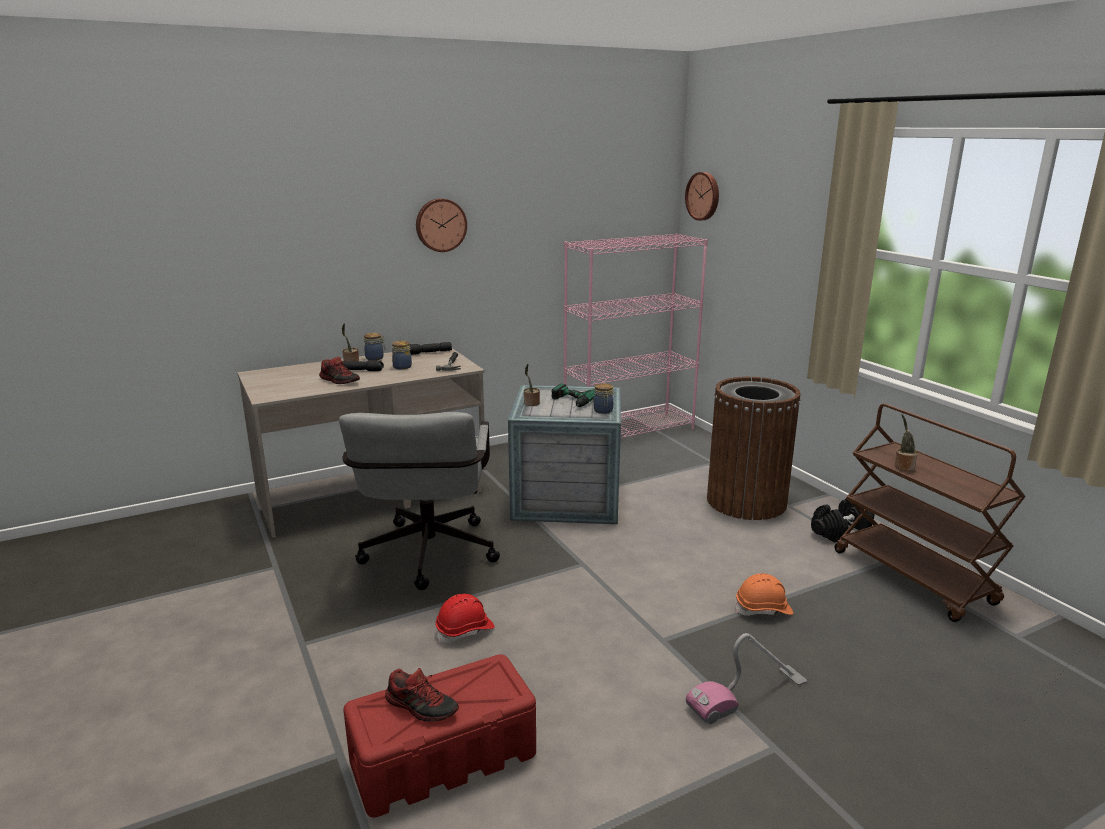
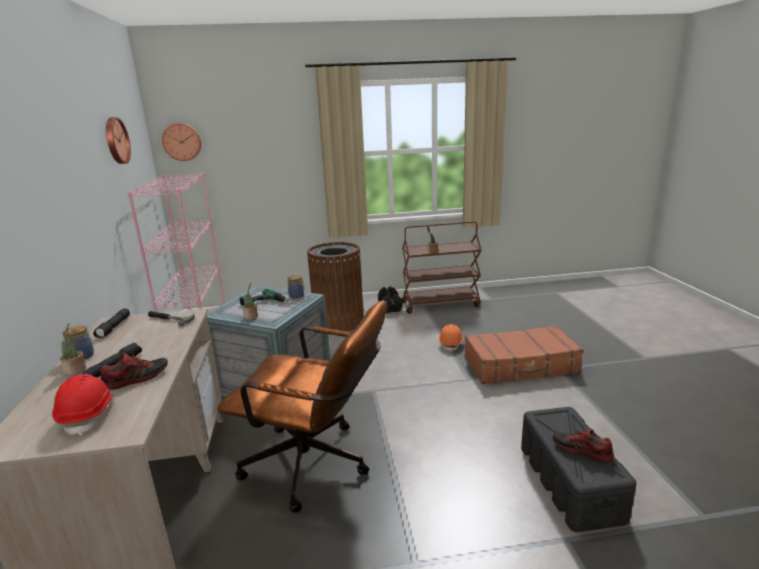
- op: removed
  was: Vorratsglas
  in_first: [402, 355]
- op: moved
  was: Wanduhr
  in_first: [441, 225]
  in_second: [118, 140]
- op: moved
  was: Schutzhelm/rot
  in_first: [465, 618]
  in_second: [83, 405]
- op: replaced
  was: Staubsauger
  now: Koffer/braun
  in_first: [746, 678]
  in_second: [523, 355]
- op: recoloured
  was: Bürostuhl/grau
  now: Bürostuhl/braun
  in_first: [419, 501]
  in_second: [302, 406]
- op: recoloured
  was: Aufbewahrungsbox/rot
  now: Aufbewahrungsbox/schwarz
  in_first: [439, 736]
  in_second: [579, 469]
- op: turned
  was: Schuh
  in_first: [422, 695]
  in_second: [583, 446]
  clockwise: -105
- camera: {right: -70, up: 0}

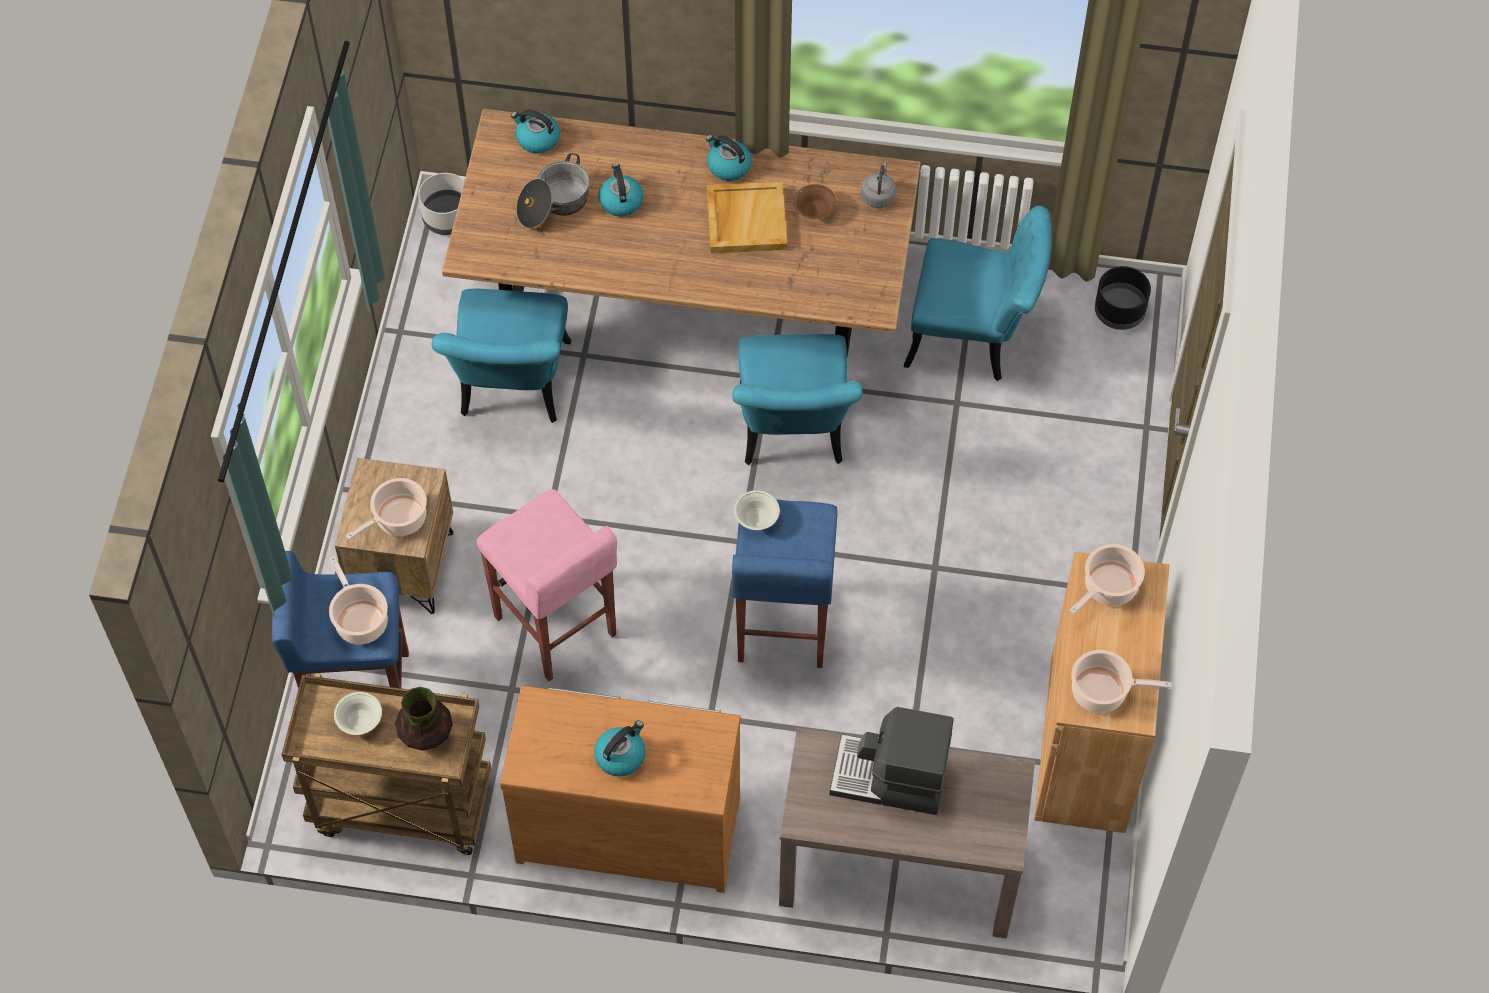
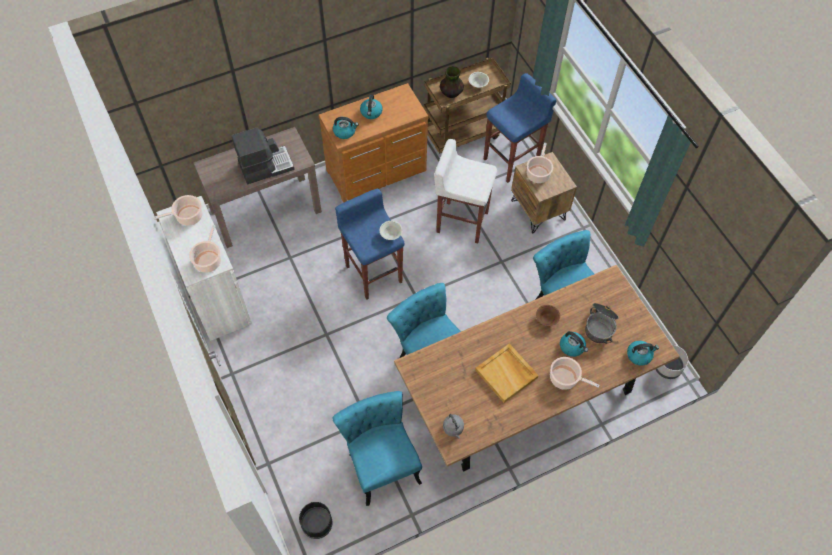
- op: moved
  was: Kochtopf
  in_first: [358, 600]
  in_second: [575, 373]
- op: moved
  was: Wasserkessel
  in_first: [729, 158]
  in_second: [346, 128]
- op: moved
  was: Schüssel/braun
  in_first: [815, 201]
  in_second: [548, 315]
- op: recoloured
  was: Hocker/rosa
  now: Hocker/weiß
  in_first: [546, 585]
  in_second: [465, 191]
- op: recoloured
  was: Schrank/braun
  now: Schrank/weiß
  in_first: [1102, 692]
  in_second: [204, 268]
- op: turned
  was: Stuhl/türkis
  in_first: [978, 293]
  in_second: [377, 448]
  clockwise: 90
- camera: {right: 145, up: 0}

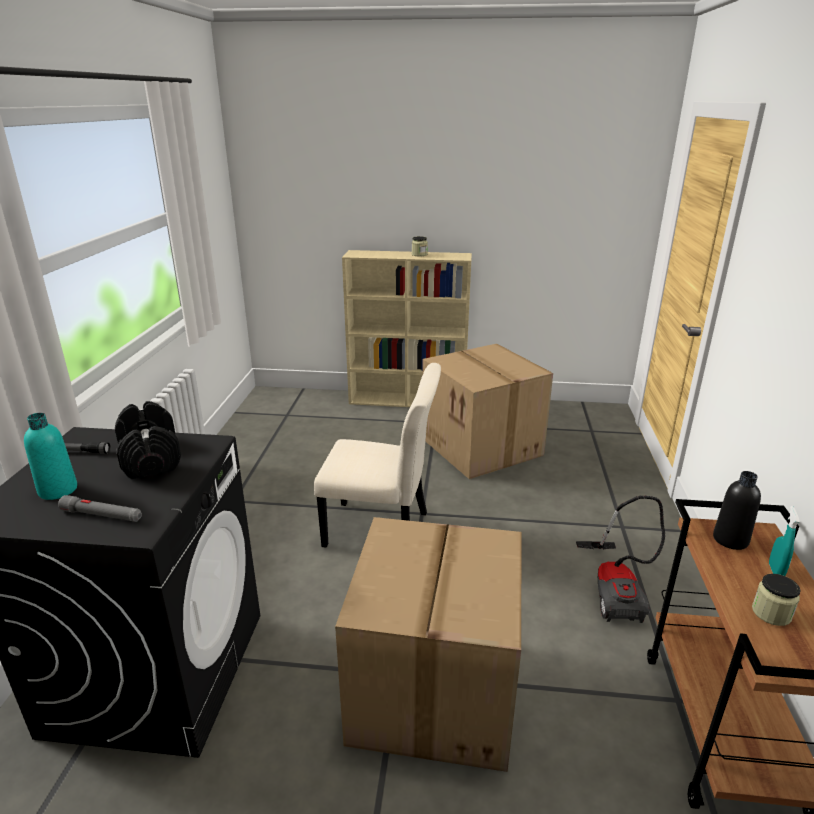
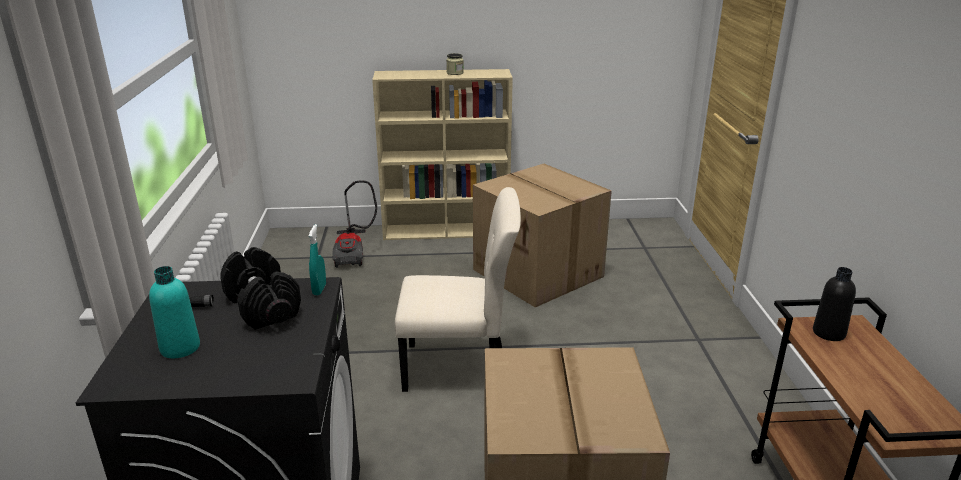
- op: removed
  was: Taschenlampe/grau
  in_first: [100, 508]
- op: removed
  was: Vorratsglas
  in_first: [776, 600]
- op: moved
  was: Staubsauger
  in_first: [620, 559]
  in_second: [354, 224]
- op: moved
  was: Sprühflasche/türkis
  in_first: [784, 541]
  in_second: [317, 259]
- camera: {right: -10, up: 0}

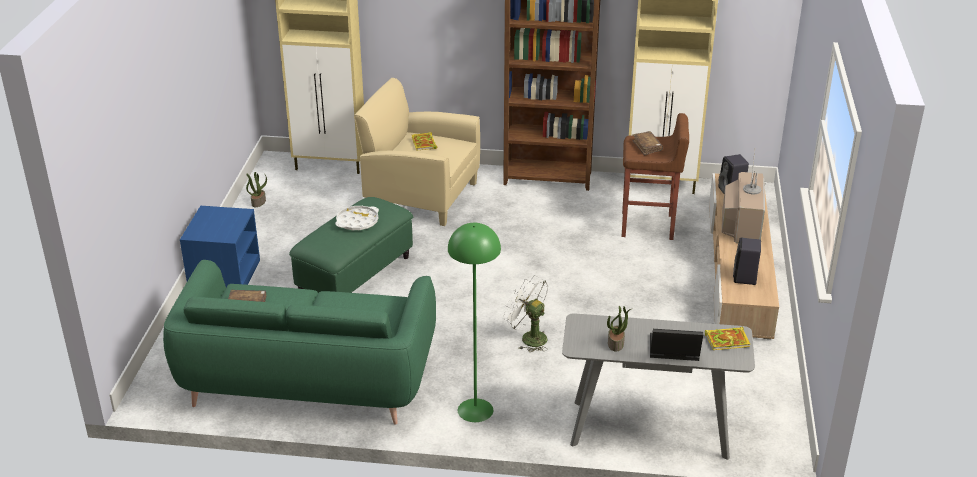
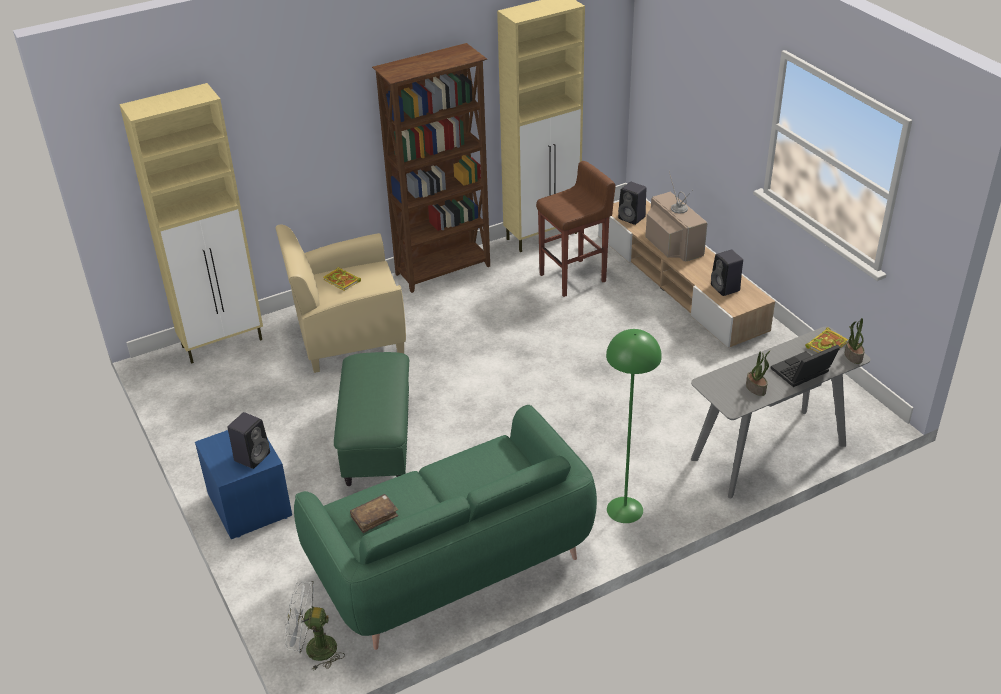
- op: removed
  was: Tablett/weiß
  in_first: [357, 218]
- op: removed
  was: Buch/braun
  in_first: [647, 143]
- op: added
  now: Lautsprecher/schwarz
  in_second: [249, 440]
- op: moved
  was: Topfpflanze
  in_first: [256, 189]
  in_second: [855, 341]
- op: moved
  was: Ventilator/weiß
  in_first: [525, 313]
  in_second: [315, 626]
- camera: {right: -35, up: 5}

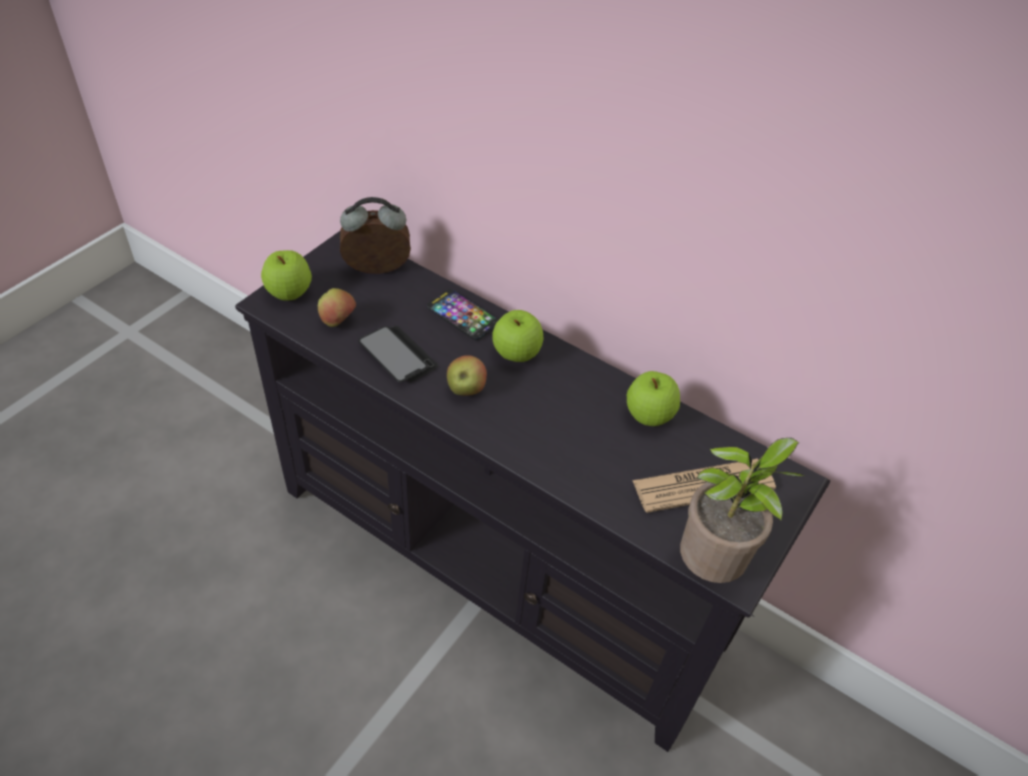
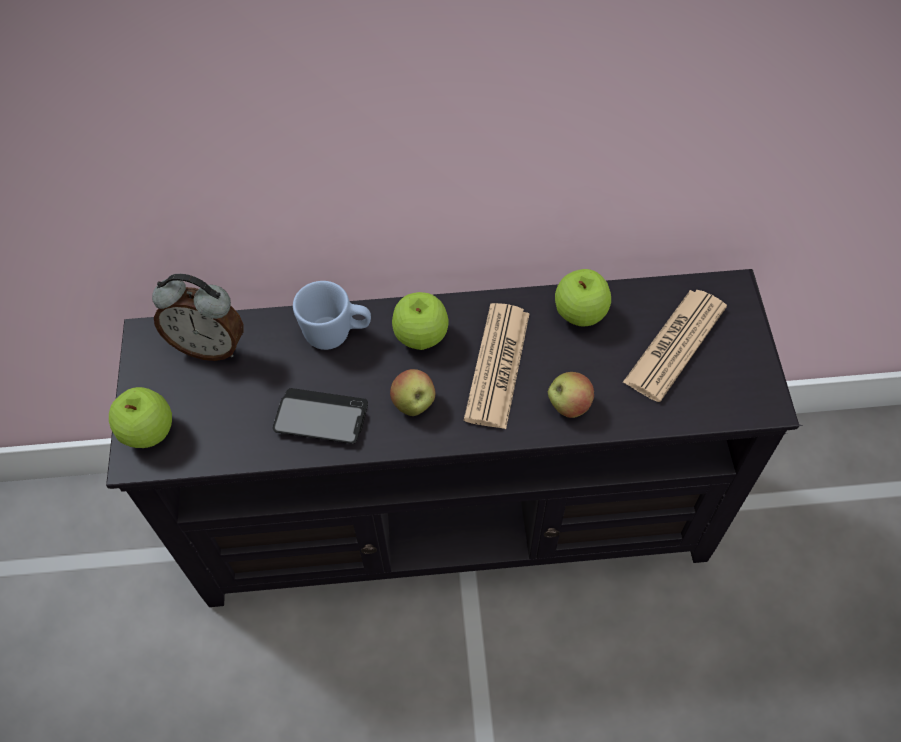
- op: removed
  was: Topfpflanze
  in_first: [742, 510]
- op: added
  now: Zeitung
  in_second: [497, 366]
- op: moved
  was: Apfel
  in_first: [337, 307]
  in_second: [571, 395]
- op: replaced
  was: Handy
  now: Henkelbecher/blau
  in_first: [462, 314]
  in_second: [332, 315]
- op: turned
  was: Wecker
  in_first: [375, 235]
  in_second: [198, 317]
  clockwise: -120
- camera: {right: -35, up: 10}

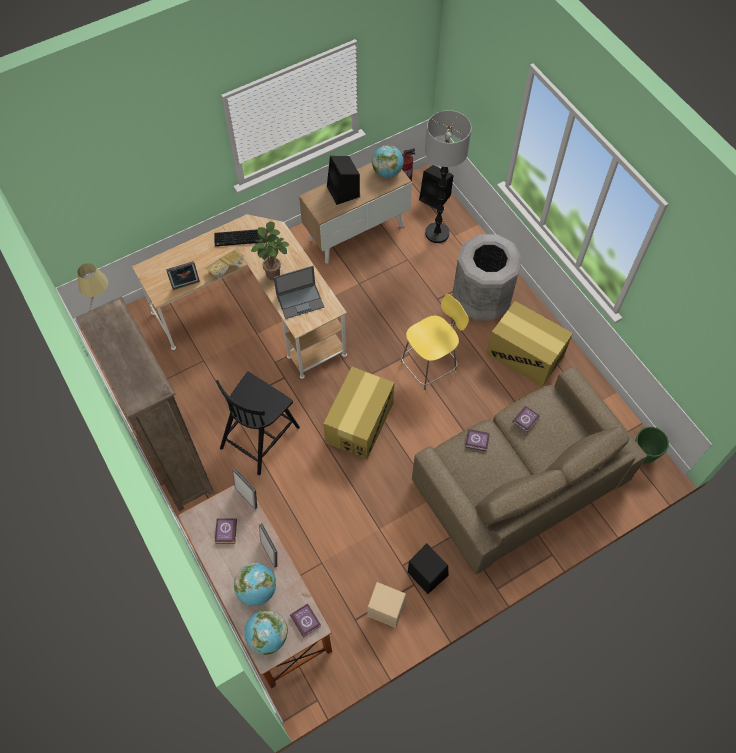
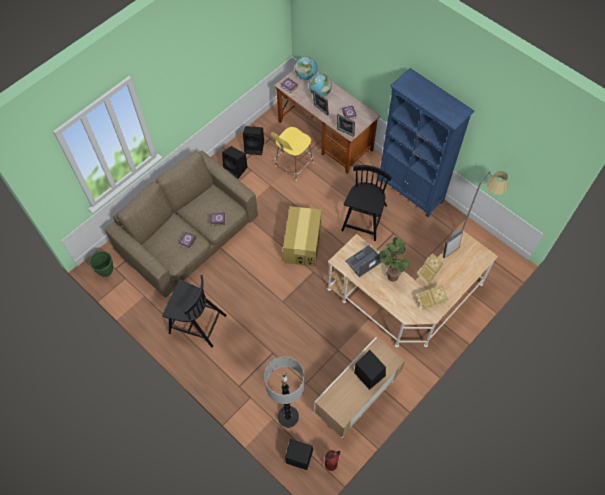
- op: removed
  was: Globus
  in_first: [387, 161]
- op: removed
  was: Mülleimer/grau
  in_first: [487, 277]
- op: moved
  was: Hocker/gelb
  in_first: [434, 343]
  in_second: [292, 154]
- op: replaced
  was: Tastatur
  now: Buch
  in_first: [241, 238]
  in_second: [432, 297]
- op: replaced
  was: Karton
  now: Stuhl/schwarz
  in_first: [530, 344]
  in_second: [194, 311]
- op: recoloured
  was: Bücherregal/braun
  now: Bücherregal/blau
  in_first: [145, 404]
  in_second: [426, 142]
- op: recoloured
  was: Lautsprecher/beige
  now: Lautsprecher/schwarz
  in_first: [387, 605]
  in_second: [253, 140]
- camera: {right: 165, up: 0}

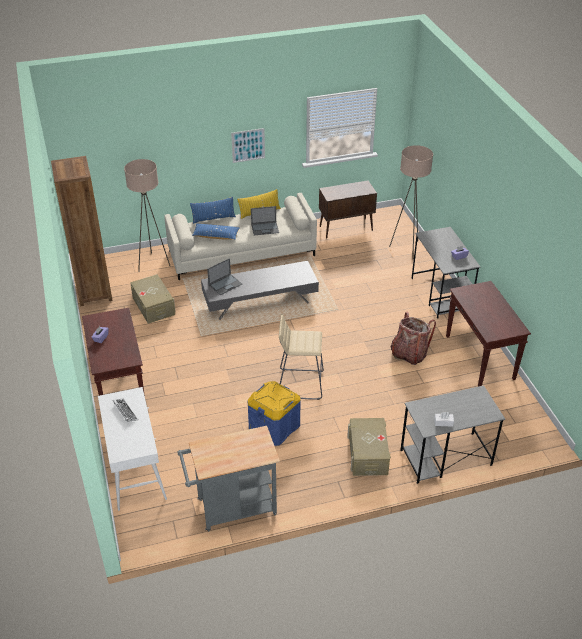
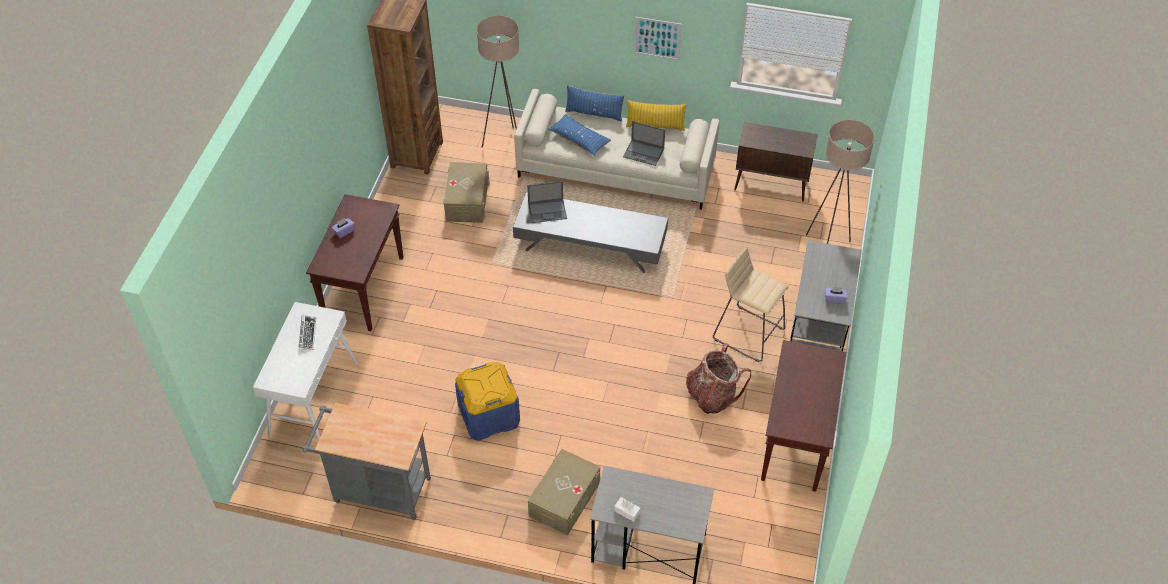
- op: moved
  was: Hocker/beige
  in_first: [301, 357]
  in_second: [751, 304]
- camera: {right: 30, up: 10}

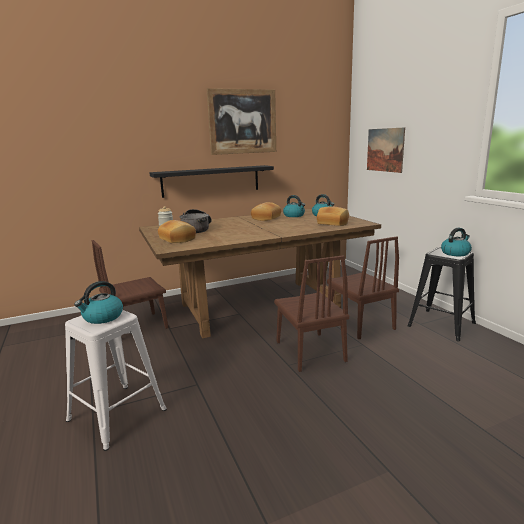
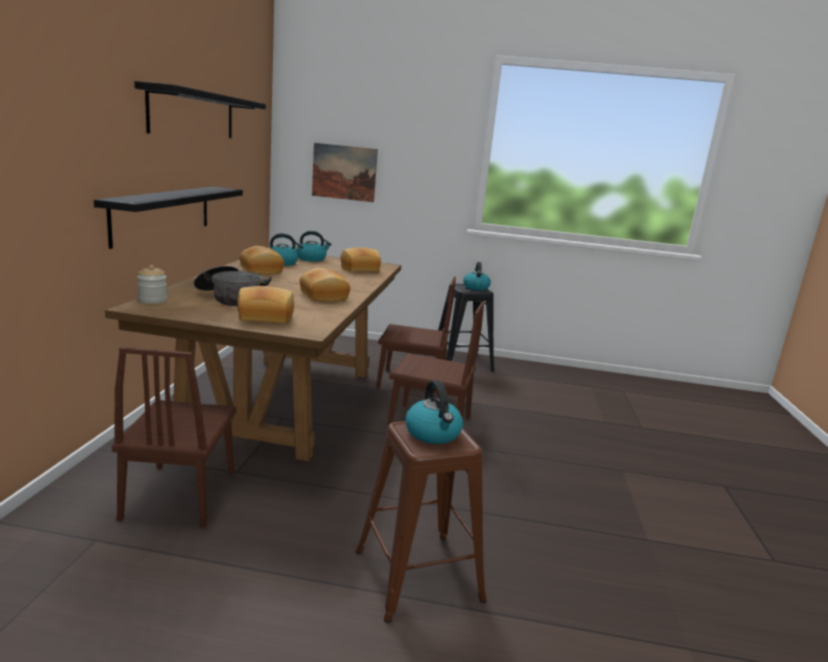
- op: added
  now: Brot
  in_second: [325, 285]
- op: replaced
  was: Bild
  now: Wandregal/schwarz
  in_first: [241, 121]
  in_second: [200, 109]
- op: recoloured
  was: Hocker/weiß
  now: Hocker/braun
  in_first: [116, 380]
  in_second: [421, 522]
- camera: {right: -60, up: 0}

